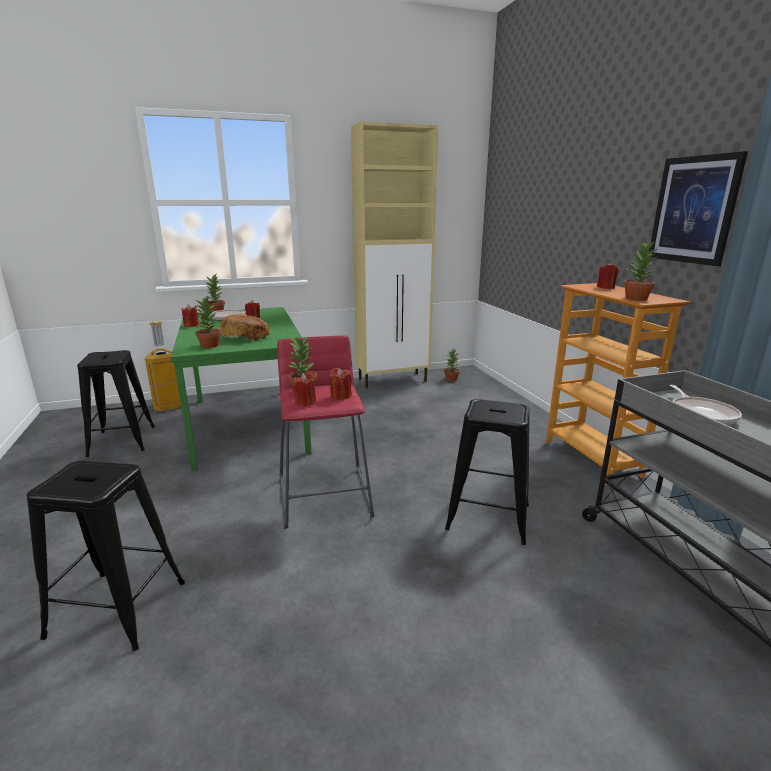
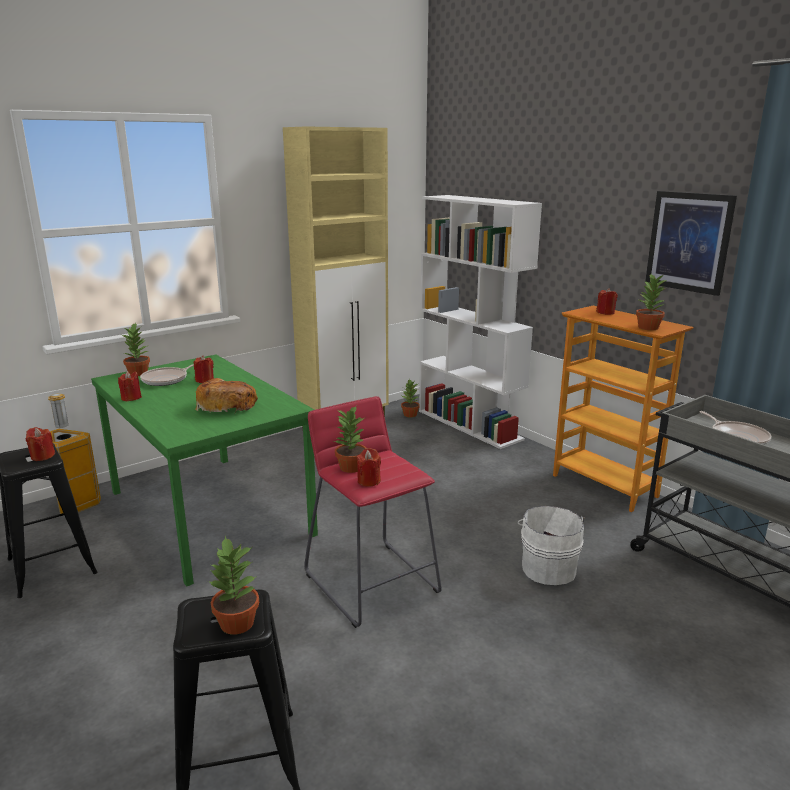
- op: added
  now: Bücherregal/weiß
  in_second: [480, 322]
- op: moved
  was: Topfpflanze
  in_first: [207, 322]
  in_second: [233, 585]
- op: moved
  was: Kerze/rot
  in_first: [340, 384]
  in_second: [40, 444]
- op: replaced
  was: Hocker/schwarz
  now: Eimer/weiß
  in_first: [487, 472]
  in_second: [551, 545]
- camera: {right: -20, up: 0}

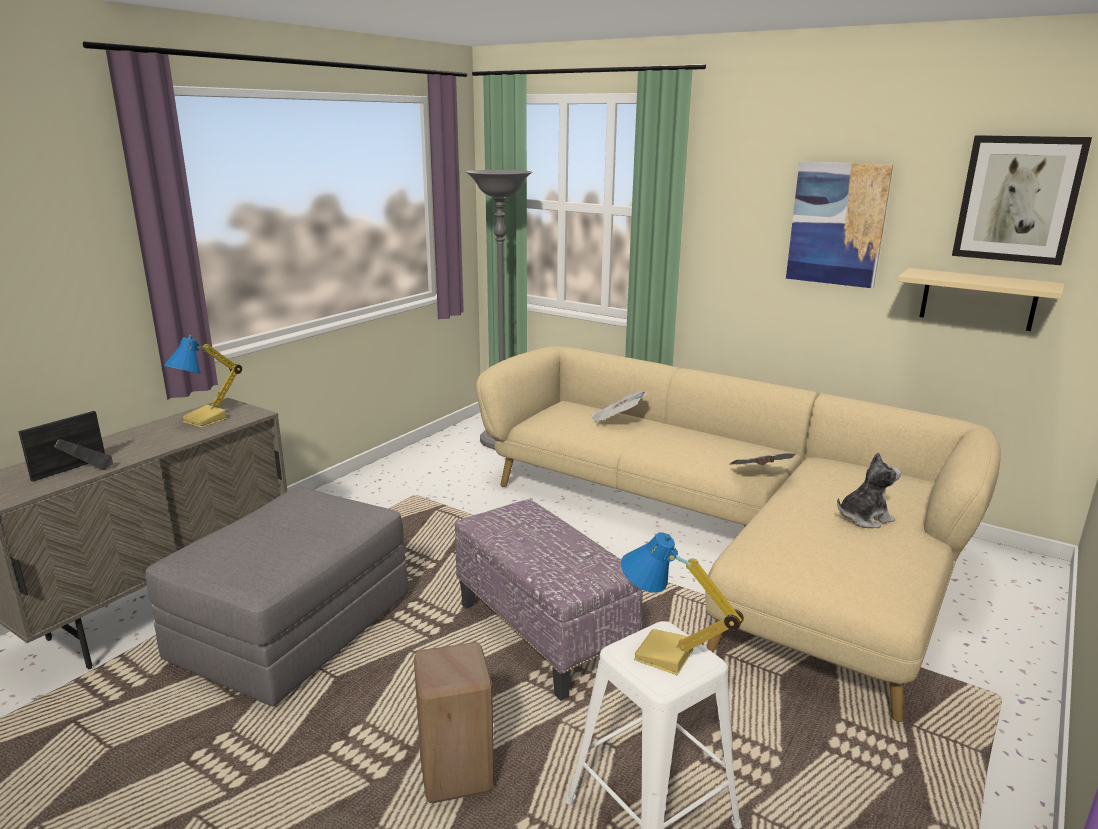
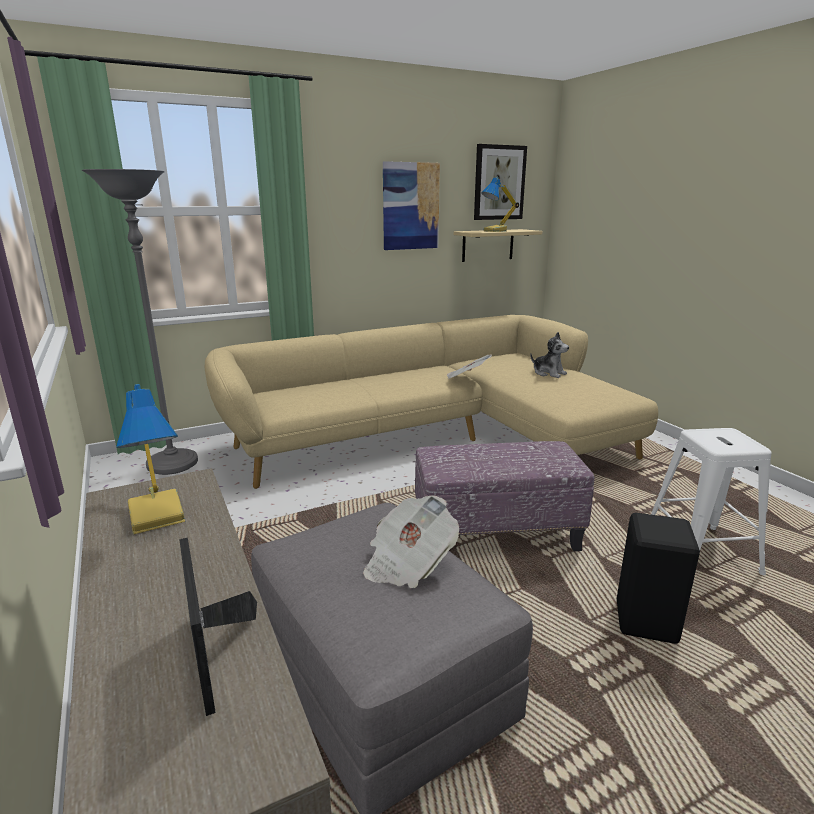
- op: moved
  was: Zeitung
  in_first: [619, 406]
  in_second: [411, 542]
- op: moved
  was: Tischlampe
  in_first: [682, 603]
  in_second: [500, 204]
- op: recoloured
  was: Hocker/beige
  now: Hocker/schwarz
  in_first: [454, 722]
  in_second: [658, 578]
- op: turned
  was: Plüschtier
  in_first: [869, 490]
  in_second: [549, 355]
  clockwise: 120
- camera: {right: -60, up: 0}

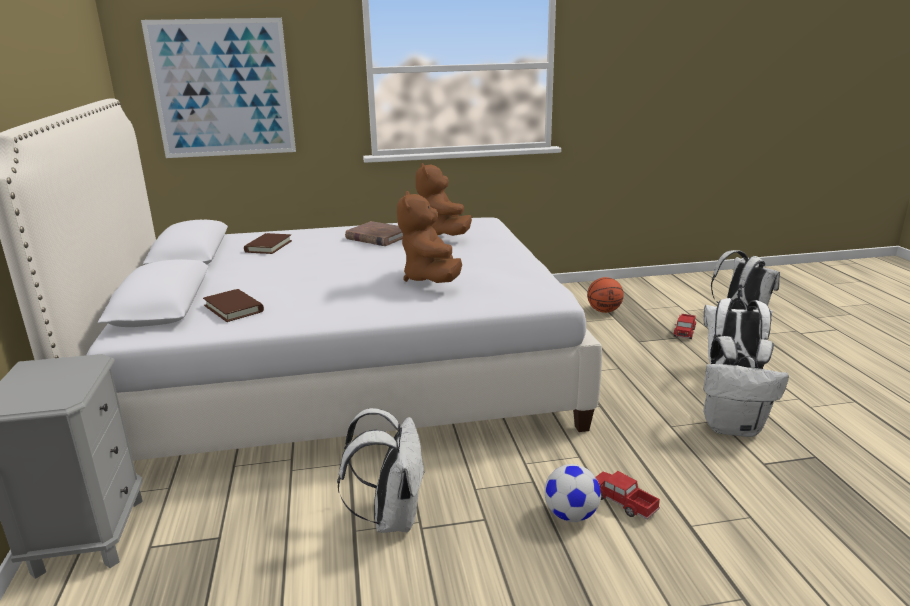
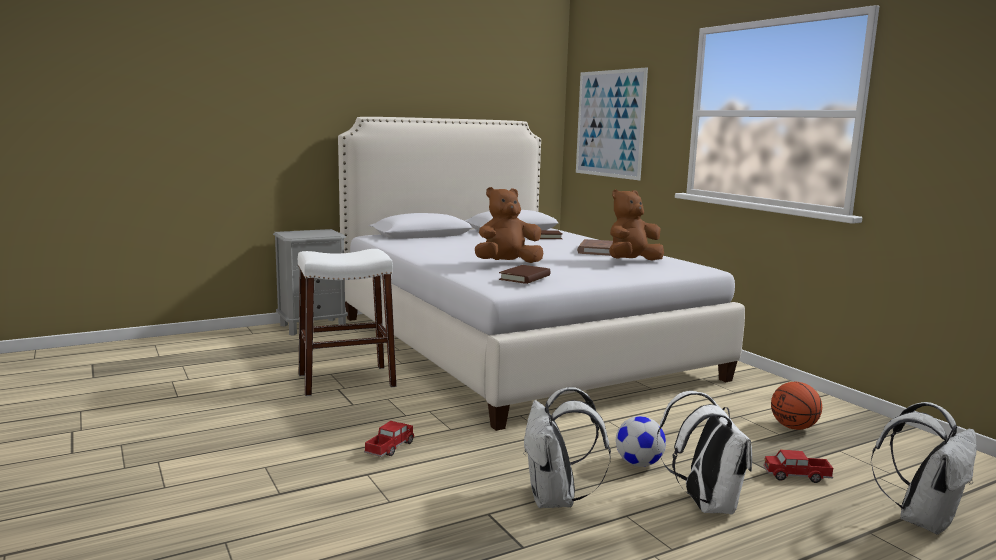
- op: moved
  was: Buch/braun
  in_first: [233, 305]
  in_second: [525, 274]
- op: moved
  was: Fußball
  in_first: [572, 493]
  in_second: [641, 441]
- op: replaced
  was: Rucksack/weiß
  now: Hocker/weiß
  in_first: [381, 470]
  in_second: [347, 322]
- camera: {right: 70, up: -10}

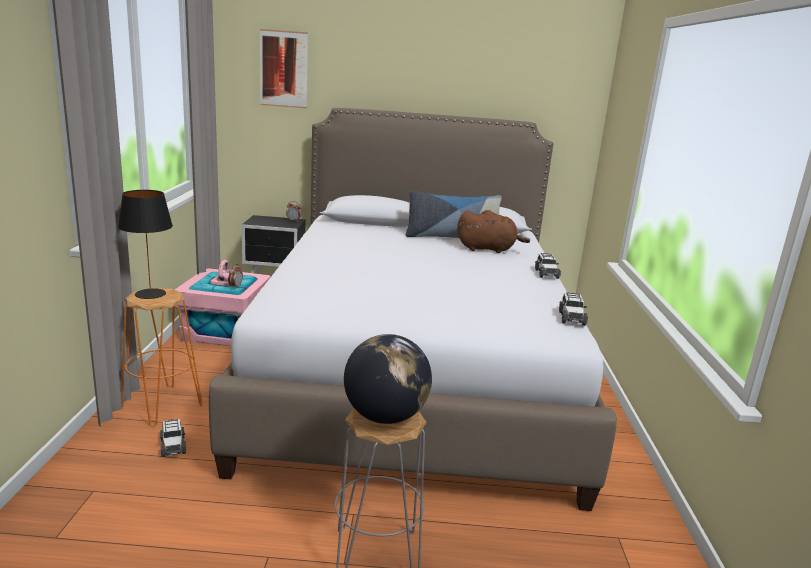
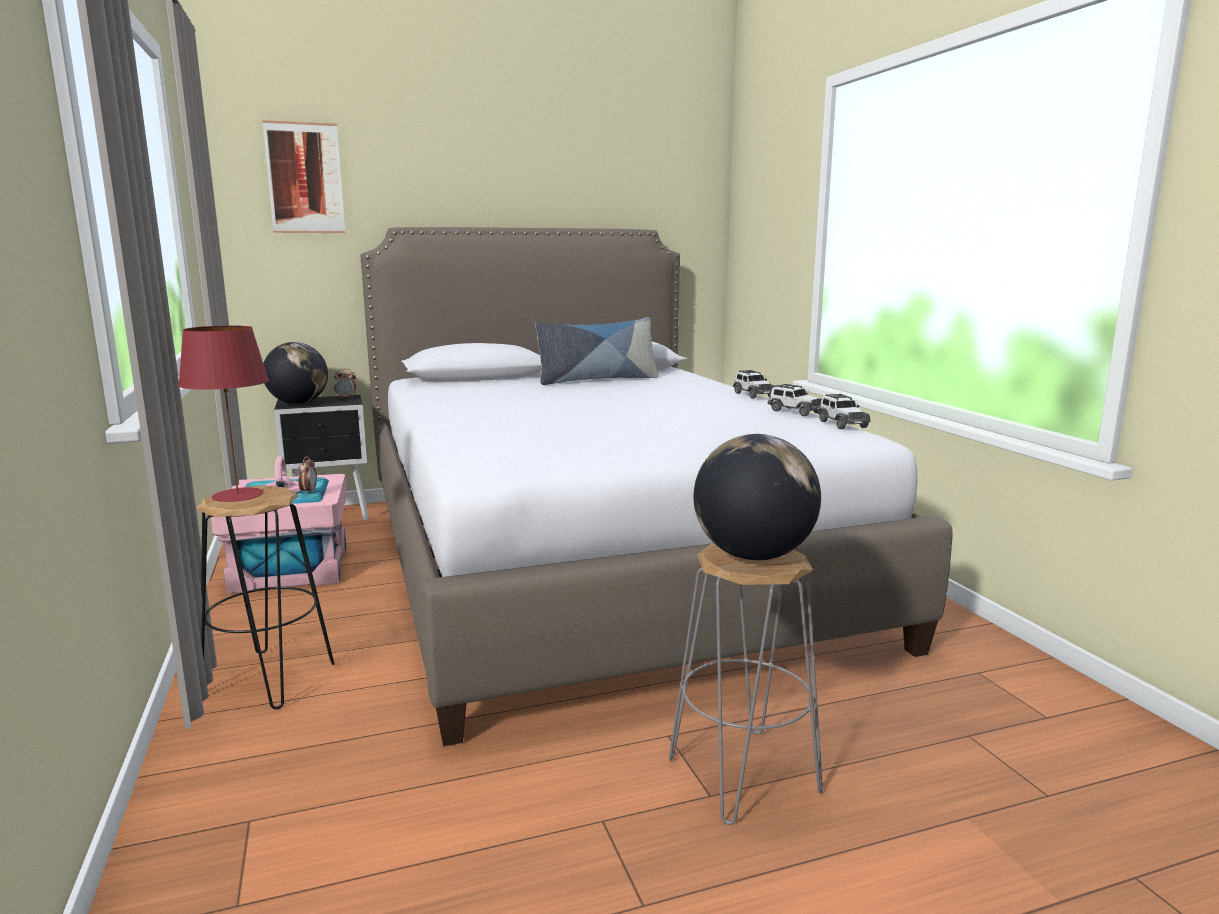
- op: removed
  was: Plüschtier/braun
  in_first: [493, 231]
- op: added
  now: Globus
  in_second: [295, 373]
- op: moved
  was: Spielzeugauto
  in_first: [173, 438]
  in_second: [794, 400]
- op: recoloured
  was: Tischlampe/schwarz
  now: Tischlampe/rot
  in_first: [145, 244]
  in_second: [223, 414]
- op: recoloured
  was: Hocker/orange
  now: Hocker/schwarz
  in_first: [161, 357]
  in_second: [265, 597]
- camera: {right: -20, up: -5}

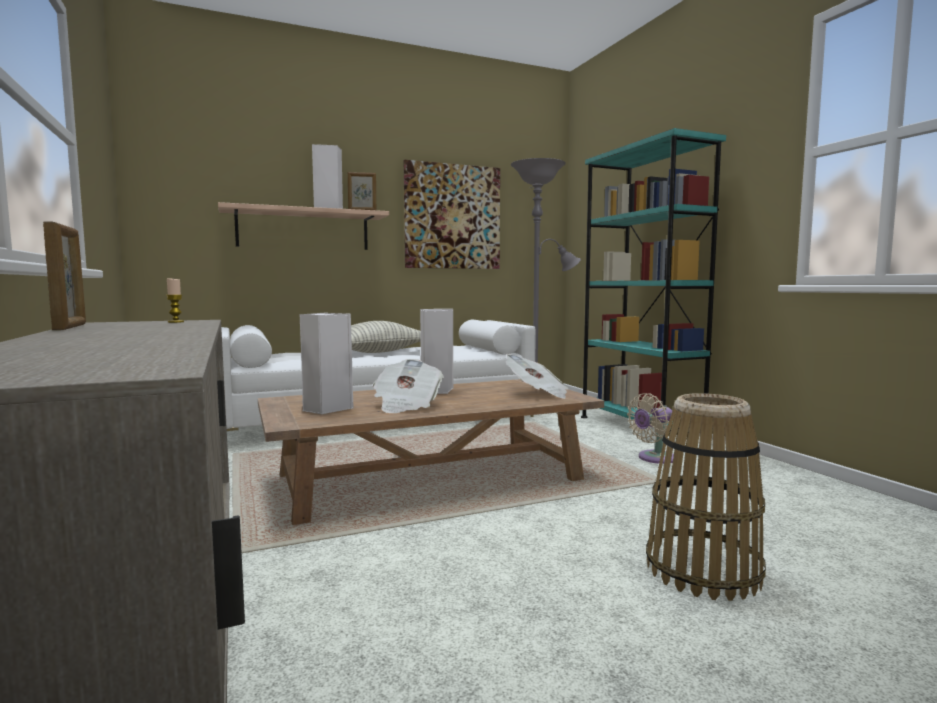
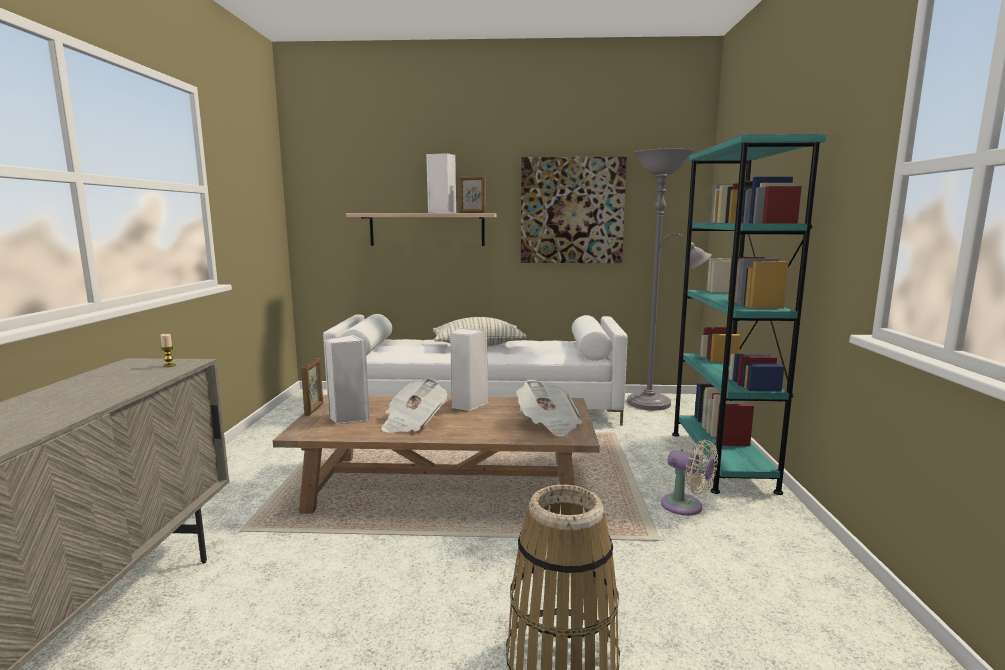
- op: moved
  was: Bilderrahmen
  in_first: [64, 275]
  in_second: [312, 387]
- op: turned
  was: Ventilator/beige
  in_first: [650, 428]
  in_second: [689, 478]
  clockwise: -135
- camera: {right: 25, up: 5}

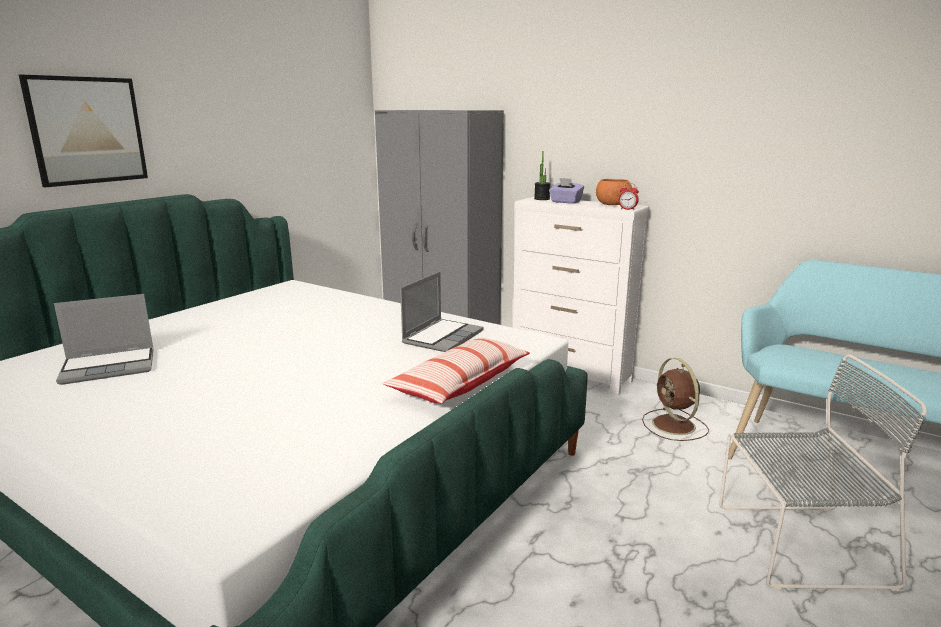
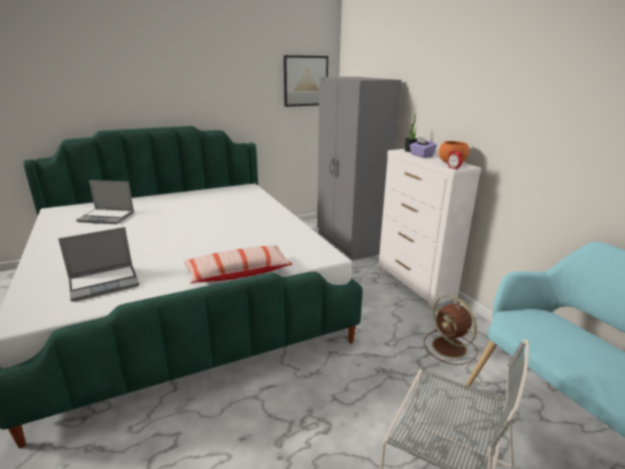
- op: moved
  was: Bild
  in_first: [83, 130]
  in_second: [306, 81]
- op: moved
  was: Laptop
  in_first: [442, 312]
  in_second: [99, 264]
- op: turned
  was: Ventilator/braun
  in_first: [675, 399]
  in_second: [451, 330]
  clockwise: -45
- camera: {right: 30, up: 5}

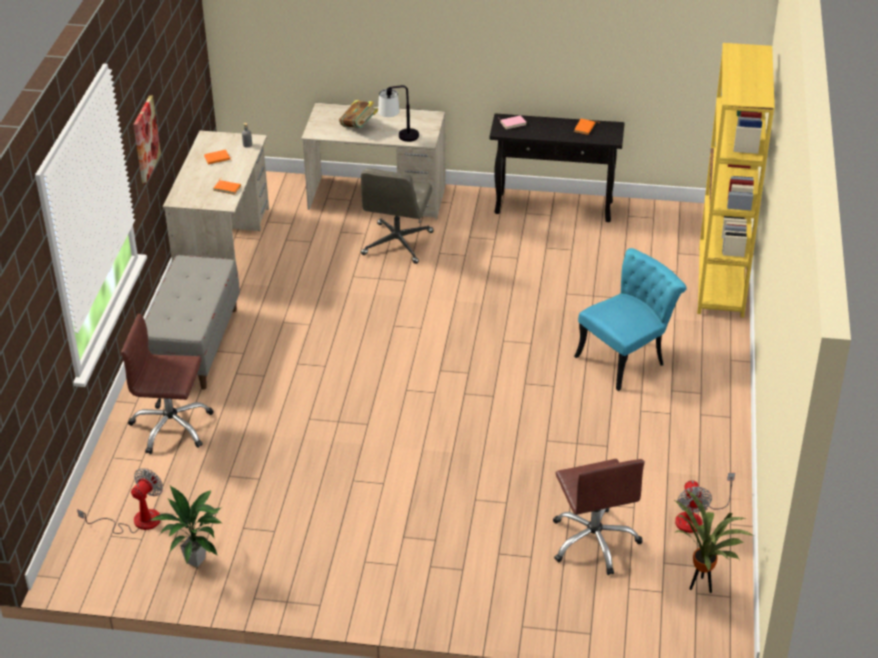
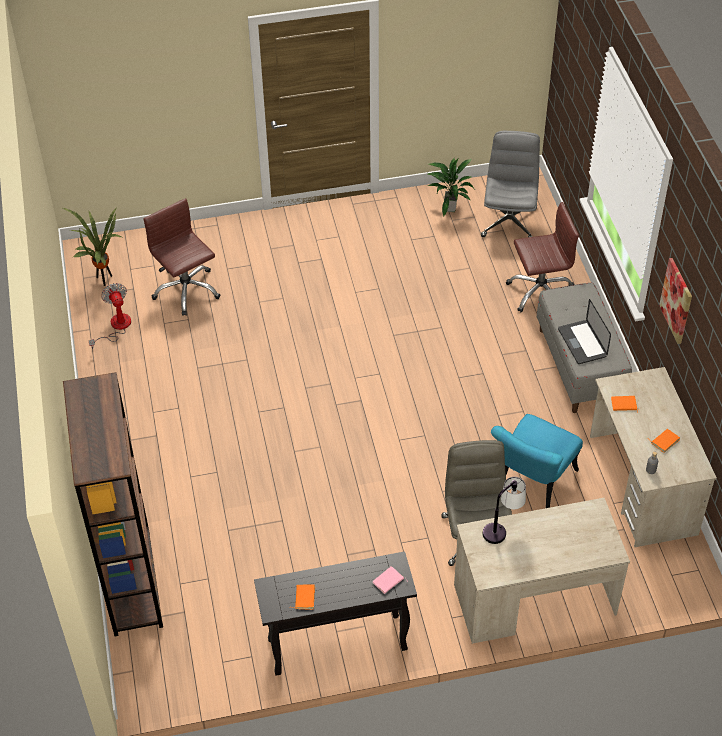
- op: removed
  was: Buch
  in_first: [358, 114]
- op: added
  now: Laptop
  in_second: [584, 331]
- op: moved
  was: Stuhl/türkis
  in_first: [630, 319]
  in_second: [537, 461]
- op: replaced
  was: Ventilator
  now: Bürostuhl/grau
  in_first: [120, 501]
  in_second: [510, 184]
- op: recoloured
  was: Bücherregal/gelb
  now: Bücherregal/braun
  in_first: [736, 180]
  in_second: [113, 504]
- camera: {right: 160, up: 10}

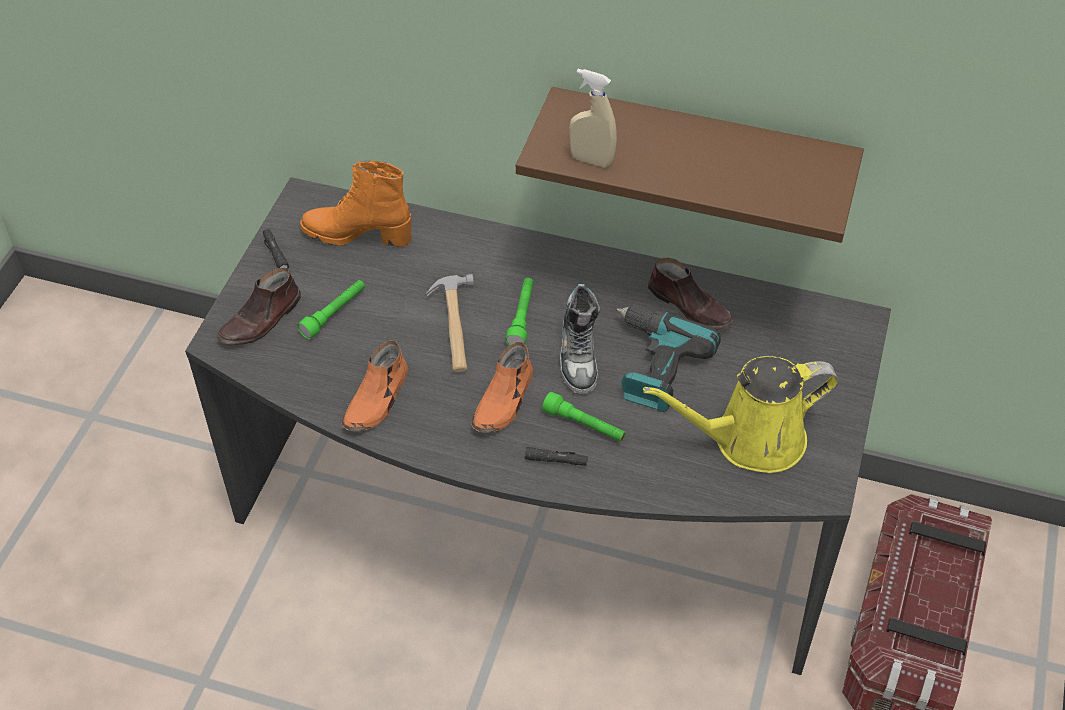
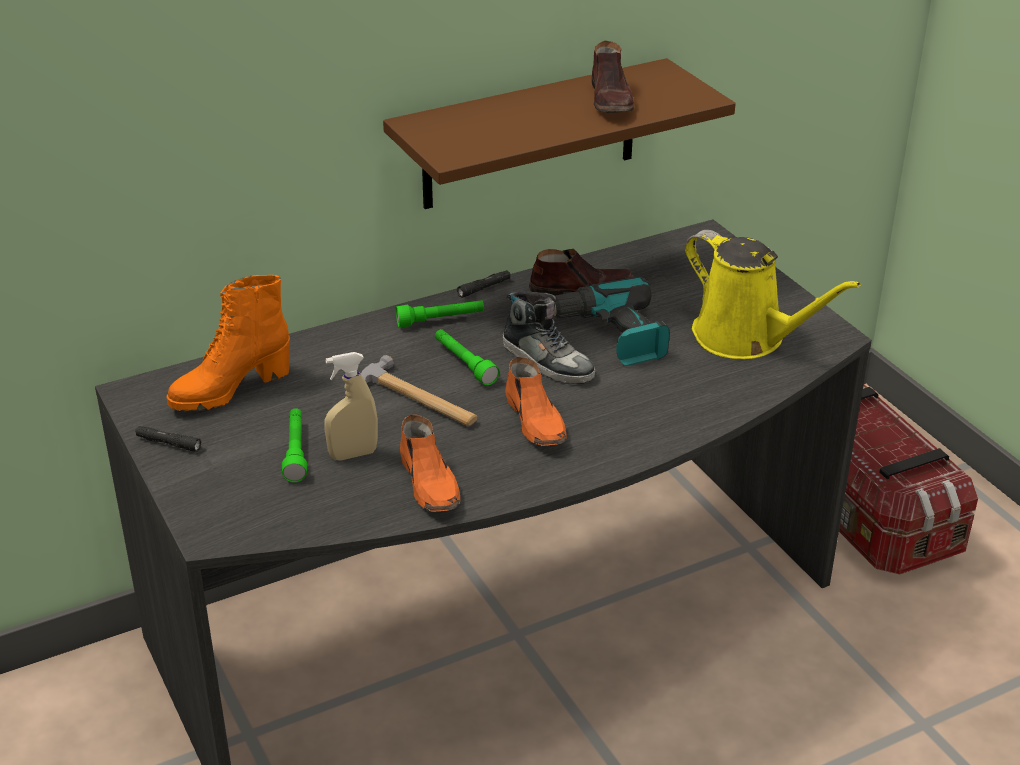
- op: moved
  was: Schuh/braun
  in_first: [258, 306]
  in_second: [613, 77]
- op: moved
  was: Taschenlampe/schwarz
  in_first: [556, 456]
  in_second: [483, 284]
- op: moved
  was: Taschenlampe/grün
  in_first: [584, 417]
  in_second: [440, 313]
- op: moved
  was: Sprühflasche/beige
  in_first: [593, 118]
  in_second: [351, 406]
- op: turned
  was: Gießkanne/gelb
  in_first: [741, 414]
  in_second: [773, 294]
  clockwise: -75
- camera: {right: -45, up: -15}

